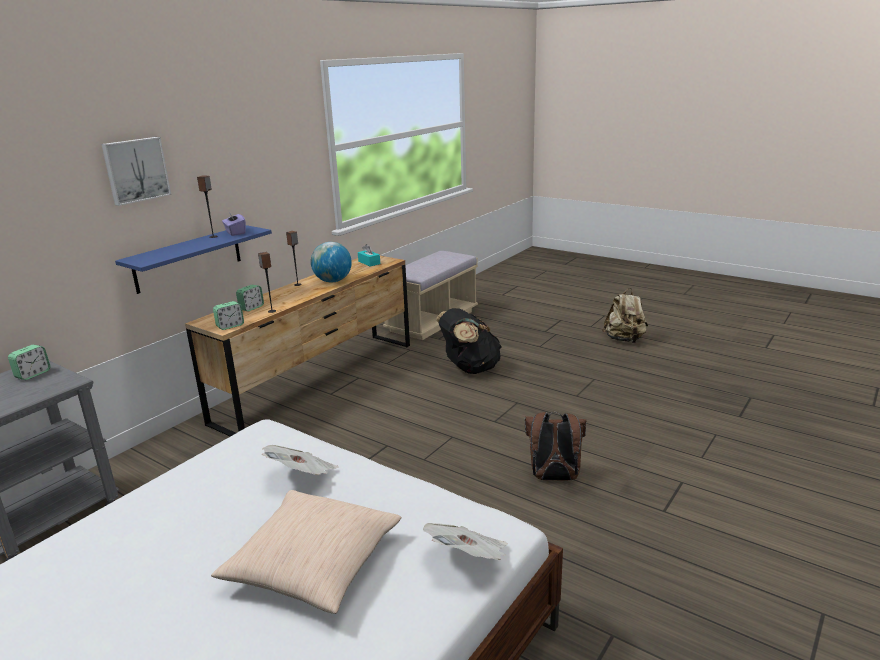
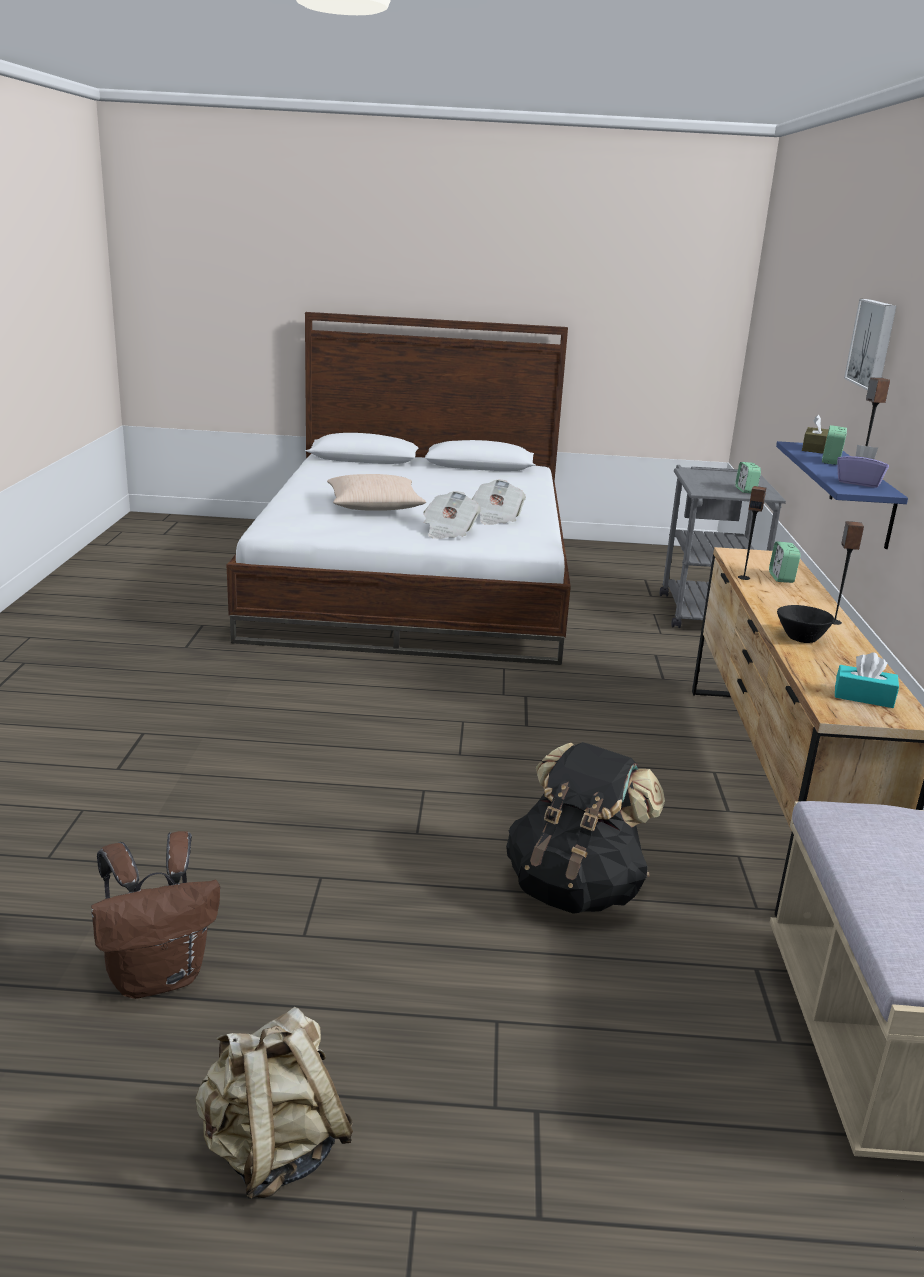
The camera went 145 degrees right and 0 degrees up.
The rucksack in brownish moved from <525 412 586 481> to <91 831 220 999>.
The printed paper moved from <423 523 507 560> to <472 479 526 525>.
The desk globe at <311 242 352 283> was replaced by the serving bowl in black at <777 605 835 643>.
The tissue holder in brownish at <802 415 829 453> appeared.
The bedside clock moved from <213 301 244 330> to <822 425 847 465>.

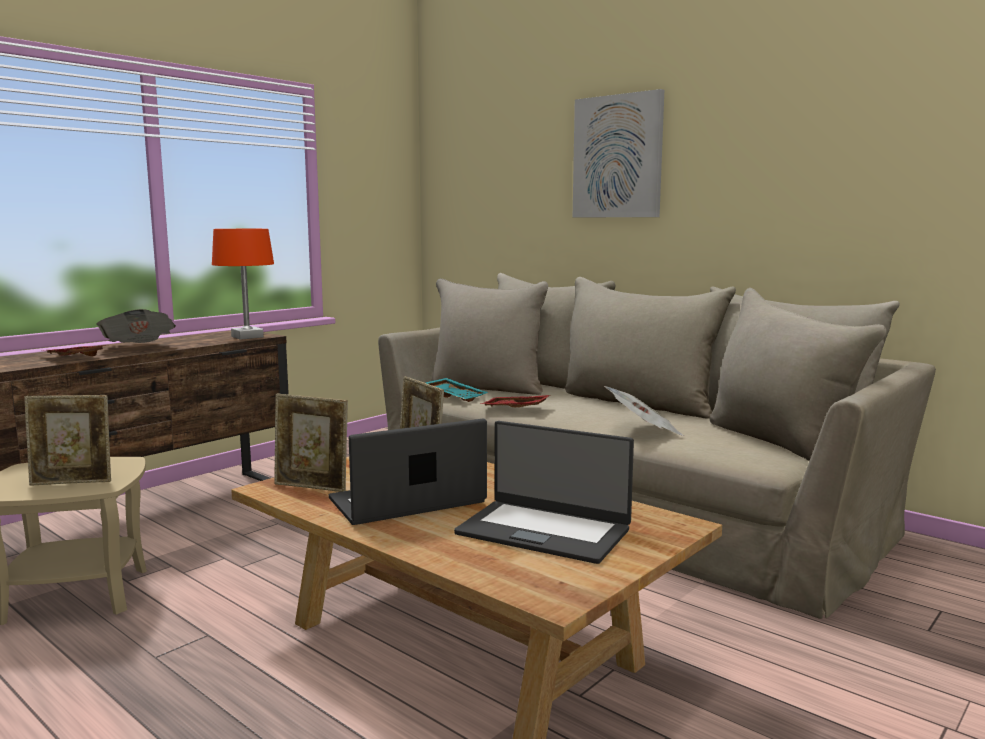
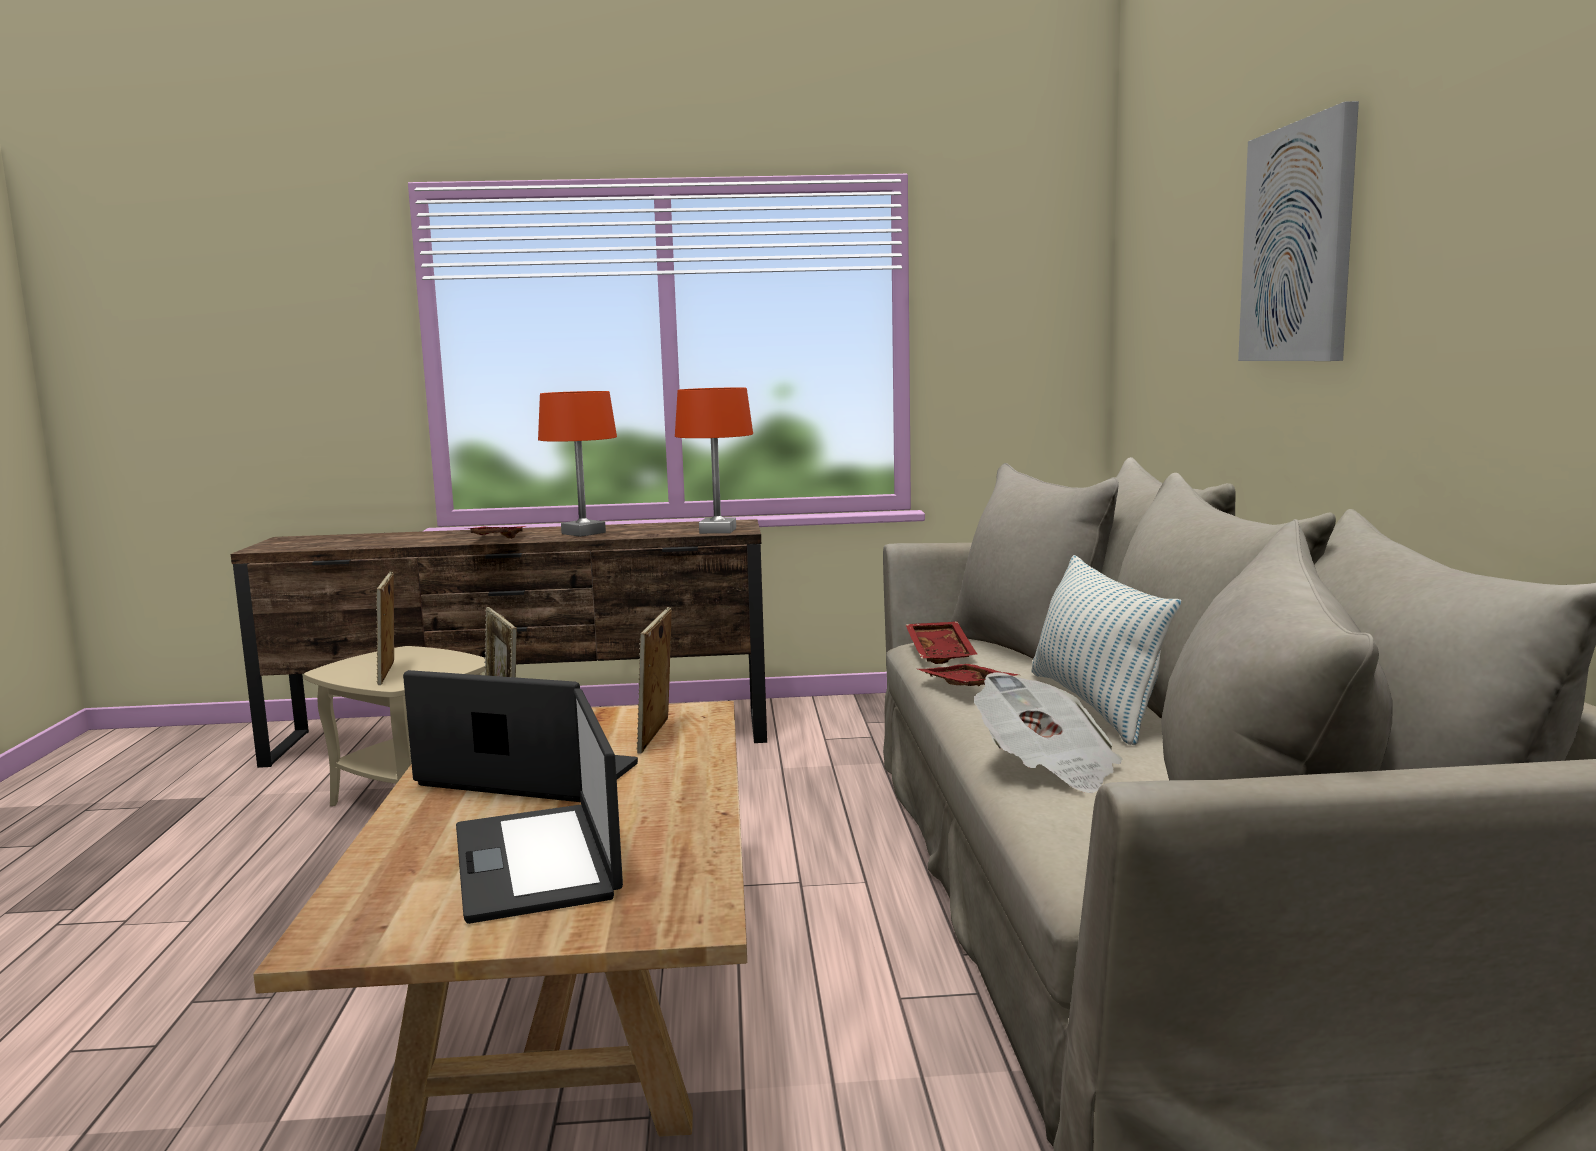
The camera went 45 degrees right and 0 degrees up.
The photo frame at <24 395 111 486> turned 45 degrees clockwise.
The printed paper at <96 309 176 343> was replaced by the lamp for a table in orange-coloured at <538 391 617 537>.
The tray in blue-green at <426 378 488 402> became the tray in reddish at <905 621 977 664>.
The throw pillow at <1031 555 1181 745> appeared.

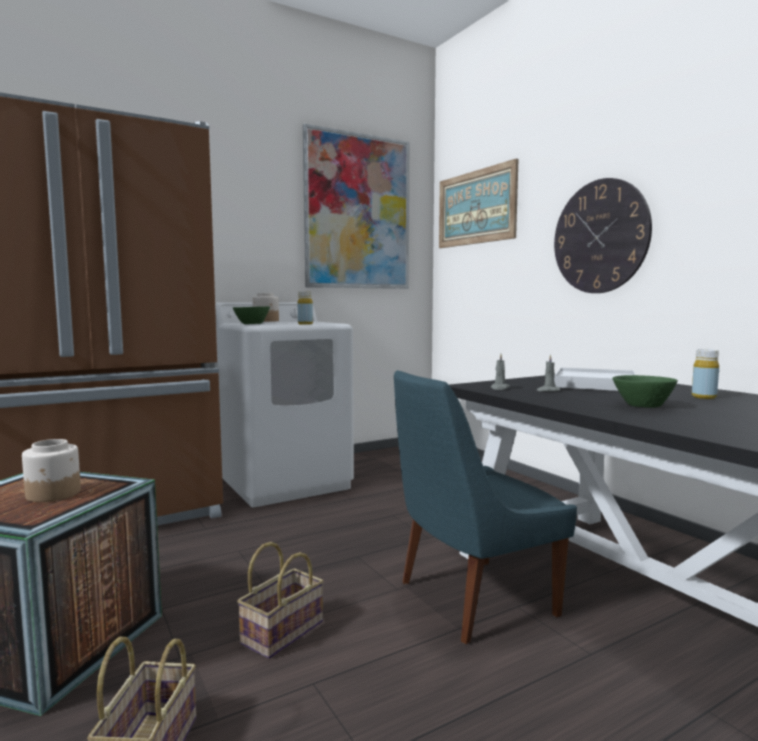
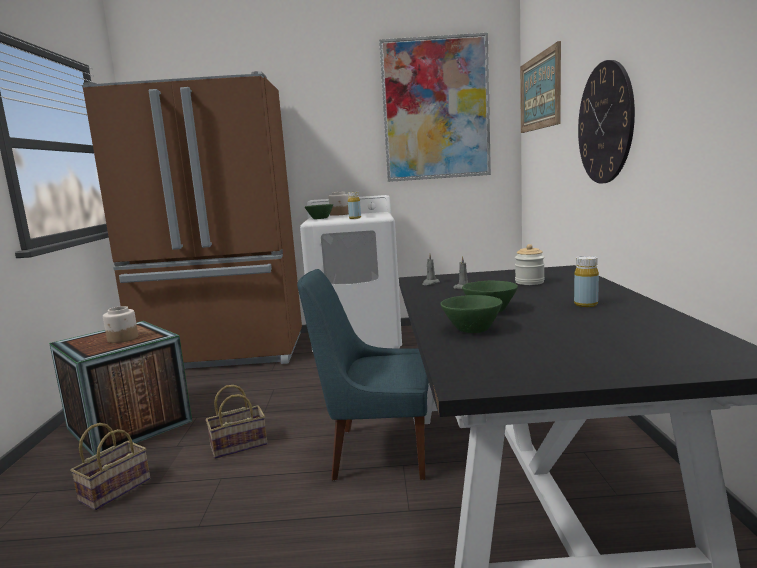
The camera went 30 degrees right and 5 degrees up.
The serving bowl in green-coloured at <440 295 503 333> appeared.
The tray in white at <554 368 635 391> was replaced by the jar at <515 244 545 285>.

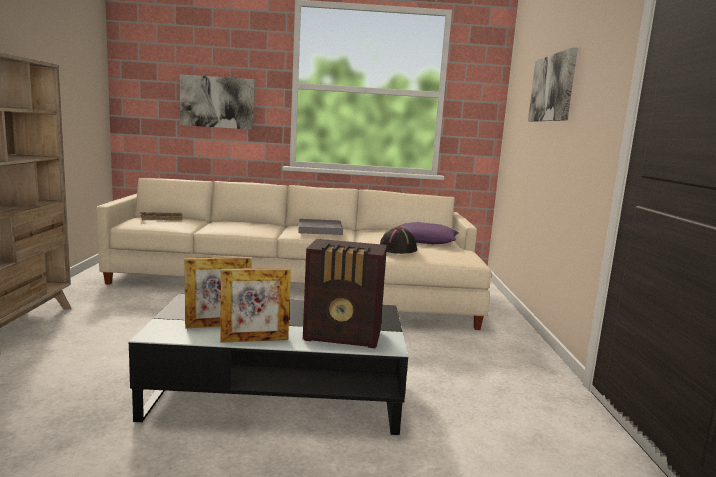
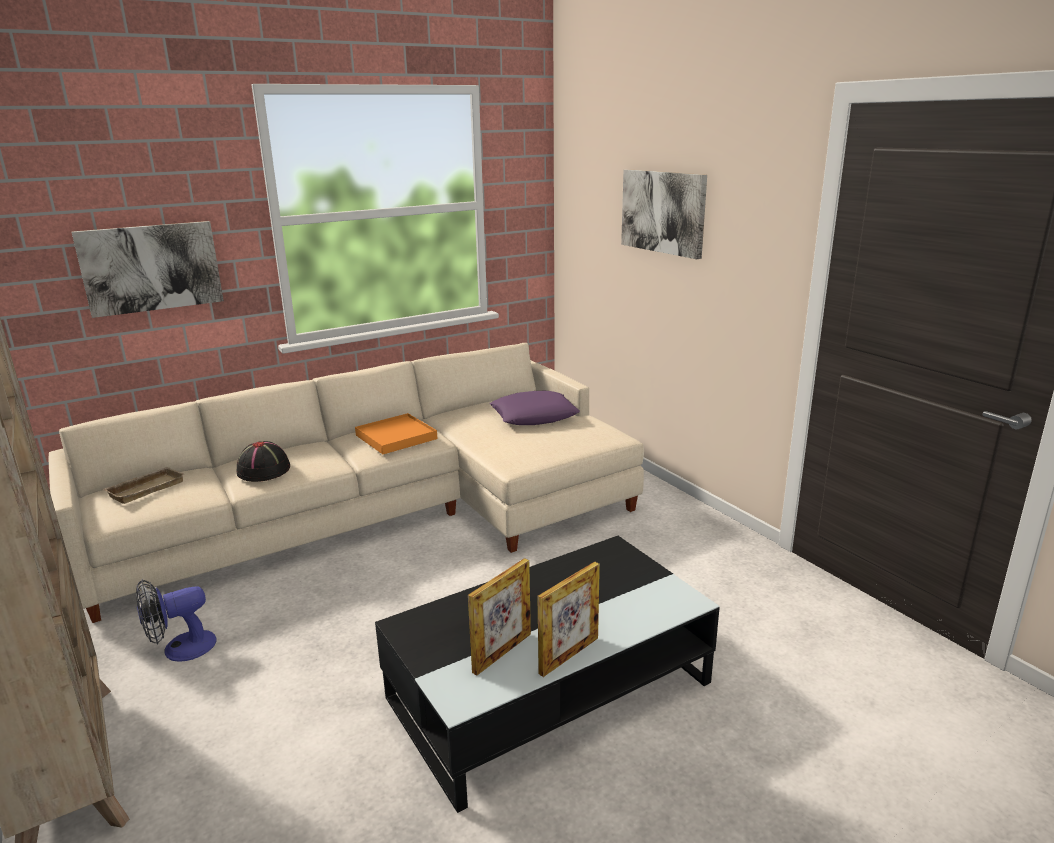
The camera went 30 degrees left and 10 degrees up.
The fan at <136 580 217 662> appeared.
The hat in black moved from <380 227 417 254> to <236 441 290 482>.
The tray in greyish at <298 219 343 235> became the tray in orange-coloured at <355 413 438 454>.
The radio receiver at <303 239 387 348> disappeared.

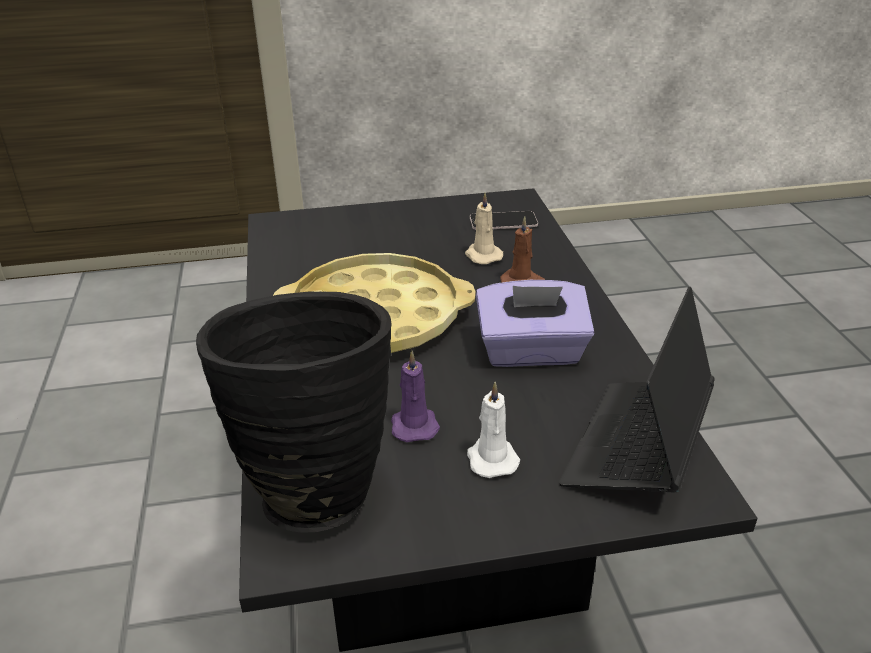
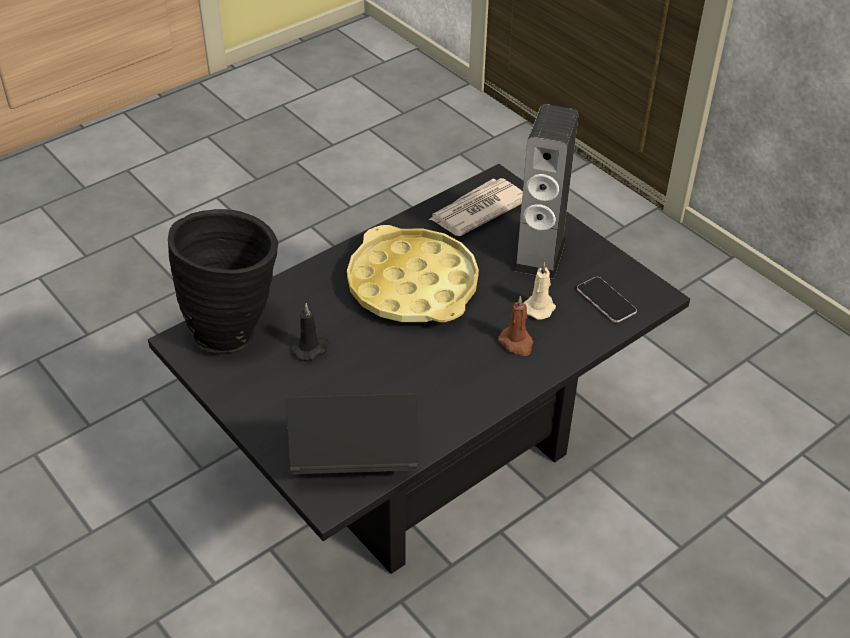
The camera went 60 degrees right and 10 degrees up.
The wax candle in purple at <391 350 440 442> became the wax candle in black at <292 303 329 361>.
The printed paper at <428 178 523 236> appeared.
The loudspeaker at <512 104 578 279> appeared.
The wax candle in white at <467 382 520 478> disappeared.
The tissue holder in purple at <476 280 594 367> disappeared.

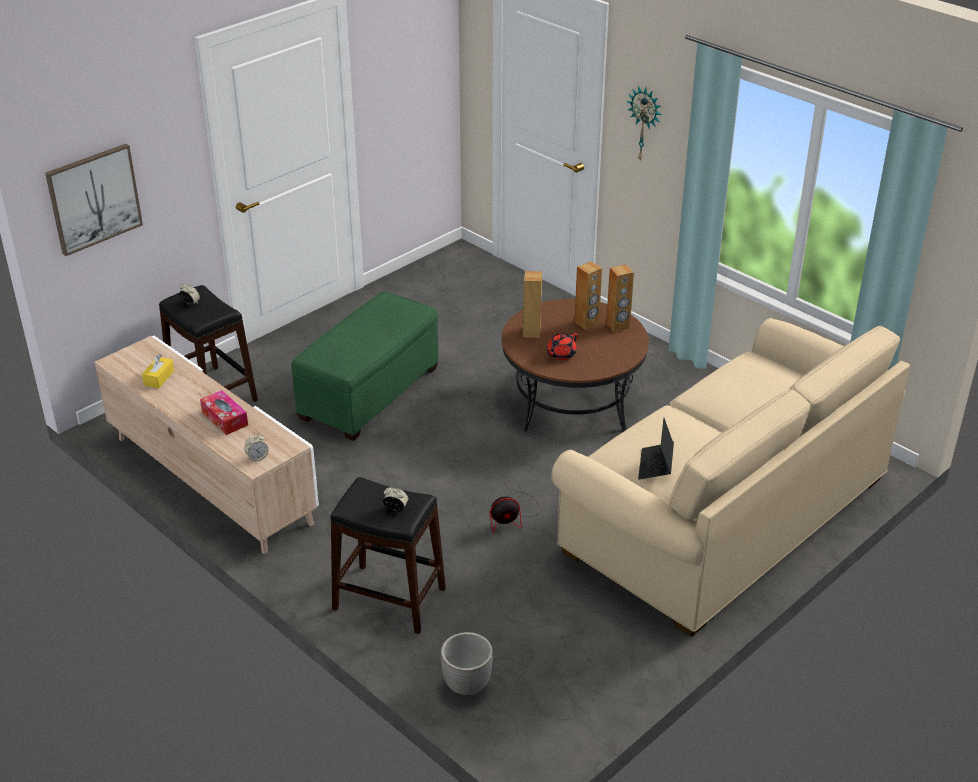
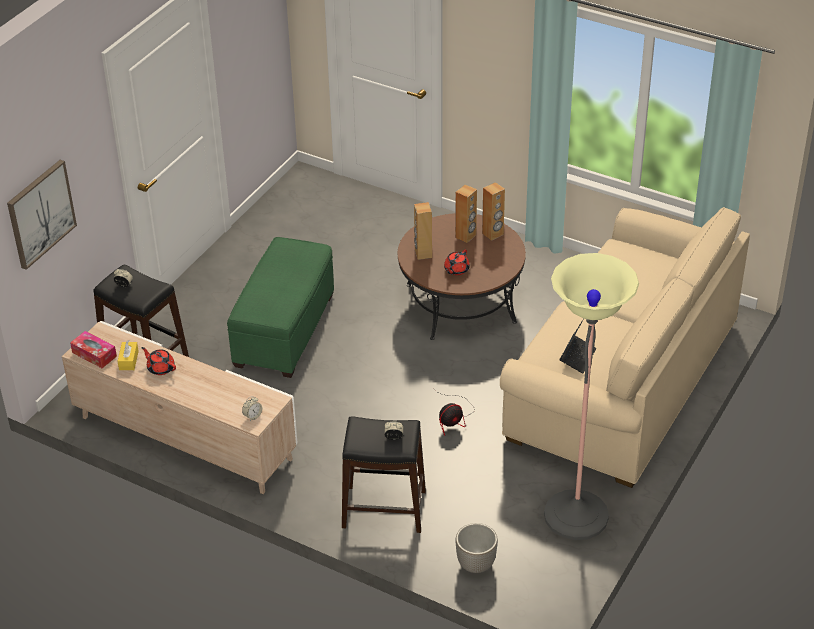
The camera went 15 degrees left and 5 degrees up.
The tissue holder moved from <200 390 248 435> to <70 331 117 368>.
The pot for tea in reddish at <141 347 176 375> appeared.
The standard lamp at <544 253 639 540> appeared.
The portable computer at <638 418 674 479> turned 150 degrees counterclockwise.
The hanging clock at <627 85 661 161> disappeared.

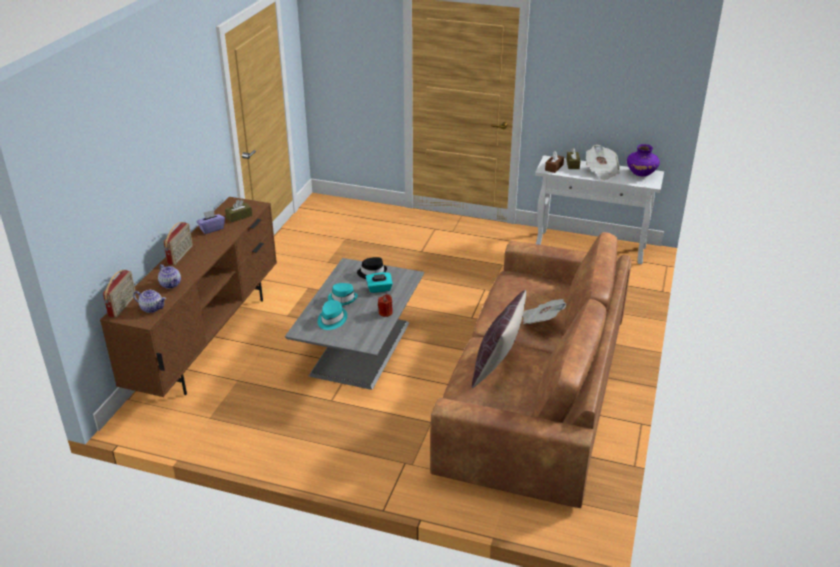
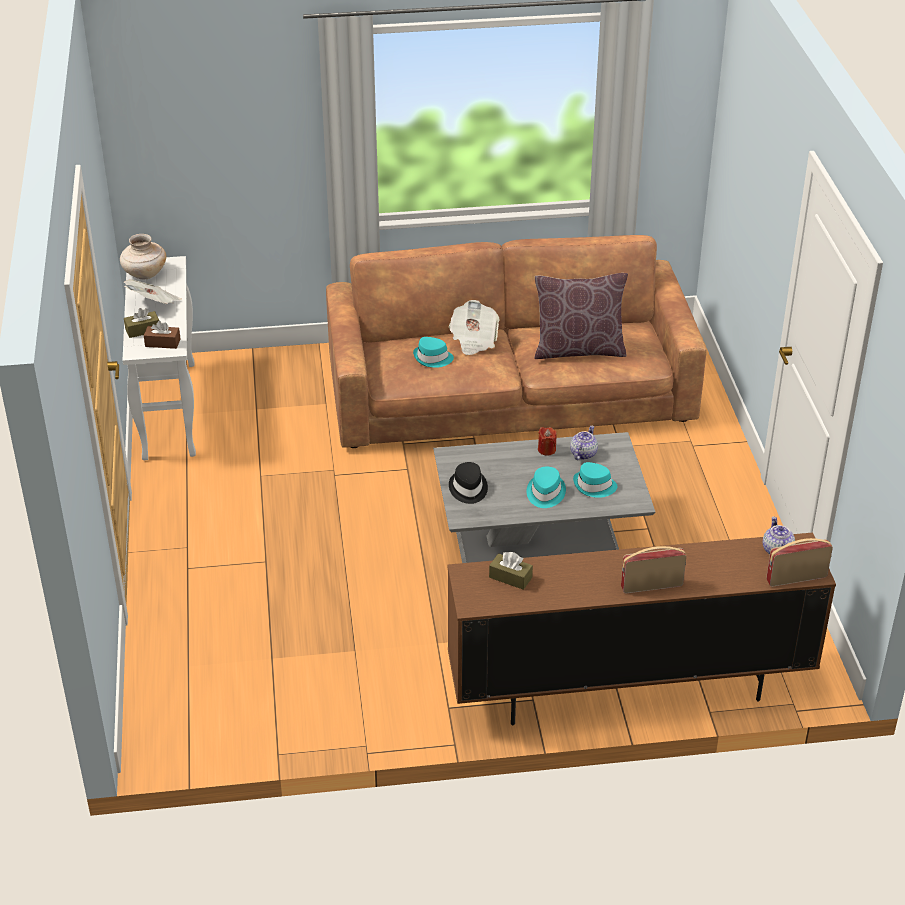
The camera went 115 degrees left and 5 degrees up.
The decorative vase in purple at <627 144 660 176> became the decorative vase in beige at <120 234 166 279>.
The hat in blue-green at <413 337 454 368> appeared.
The pot for tea moved from <158 264 181 289> to <570 426 598 460>.
The tissue holder in purple at <197 210 225 234> disappeared.
The tissue holder in blue-green at <366 272 393 293> disappeared.

